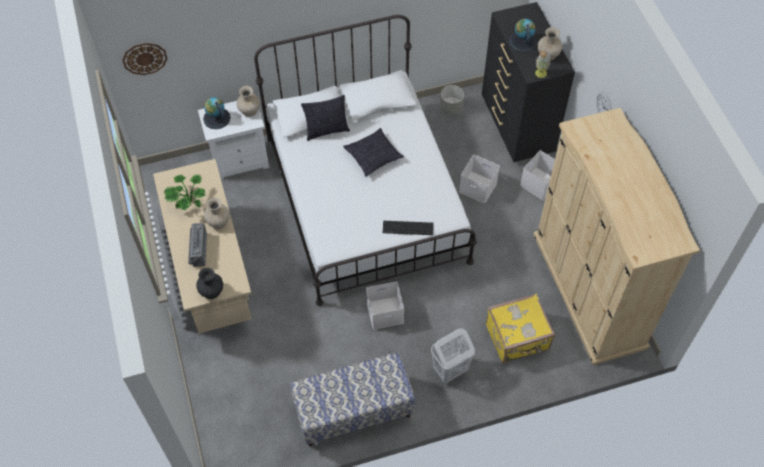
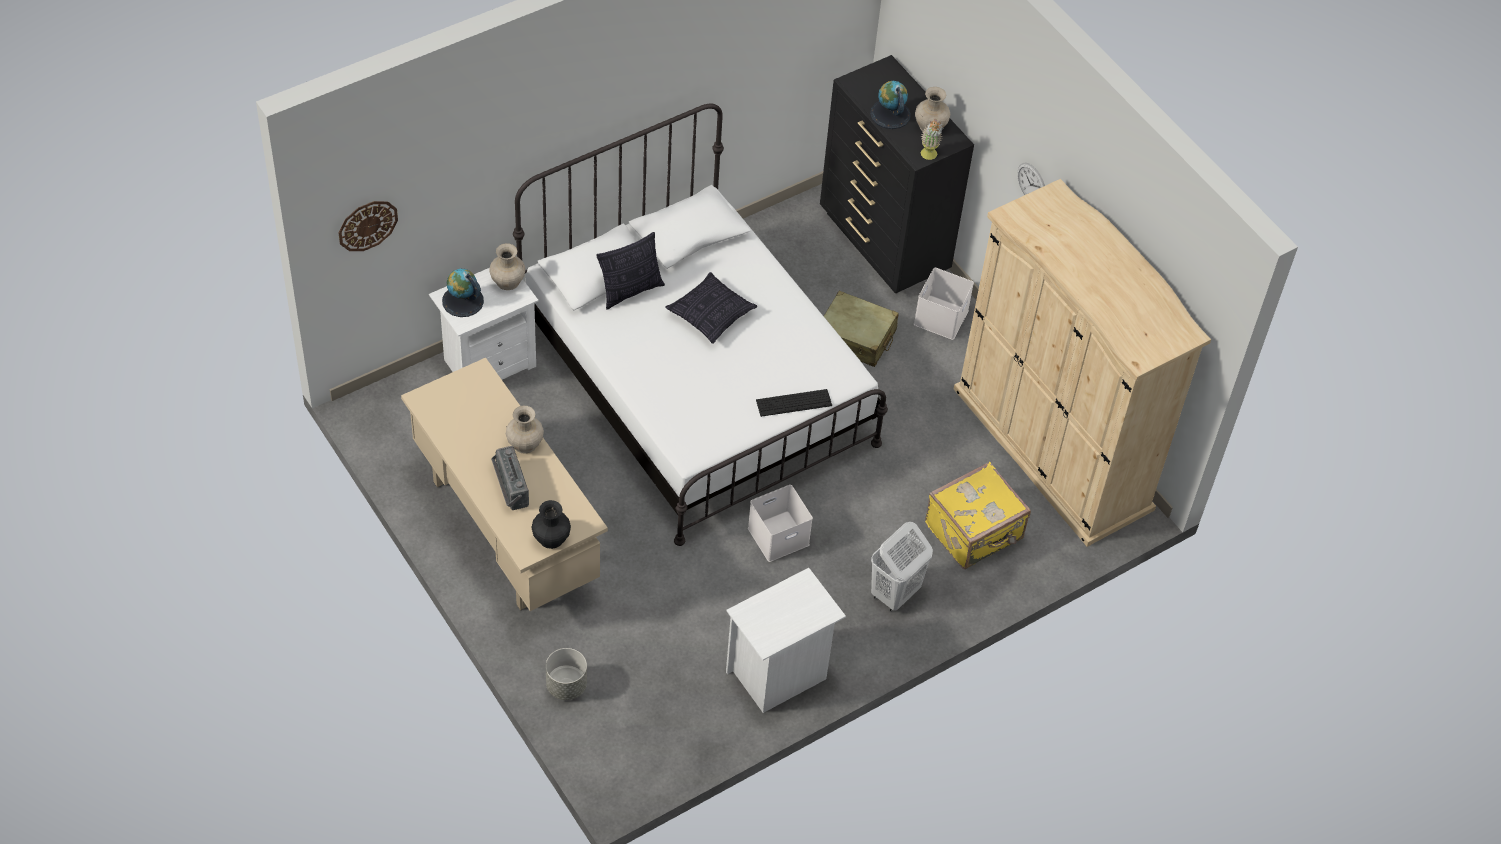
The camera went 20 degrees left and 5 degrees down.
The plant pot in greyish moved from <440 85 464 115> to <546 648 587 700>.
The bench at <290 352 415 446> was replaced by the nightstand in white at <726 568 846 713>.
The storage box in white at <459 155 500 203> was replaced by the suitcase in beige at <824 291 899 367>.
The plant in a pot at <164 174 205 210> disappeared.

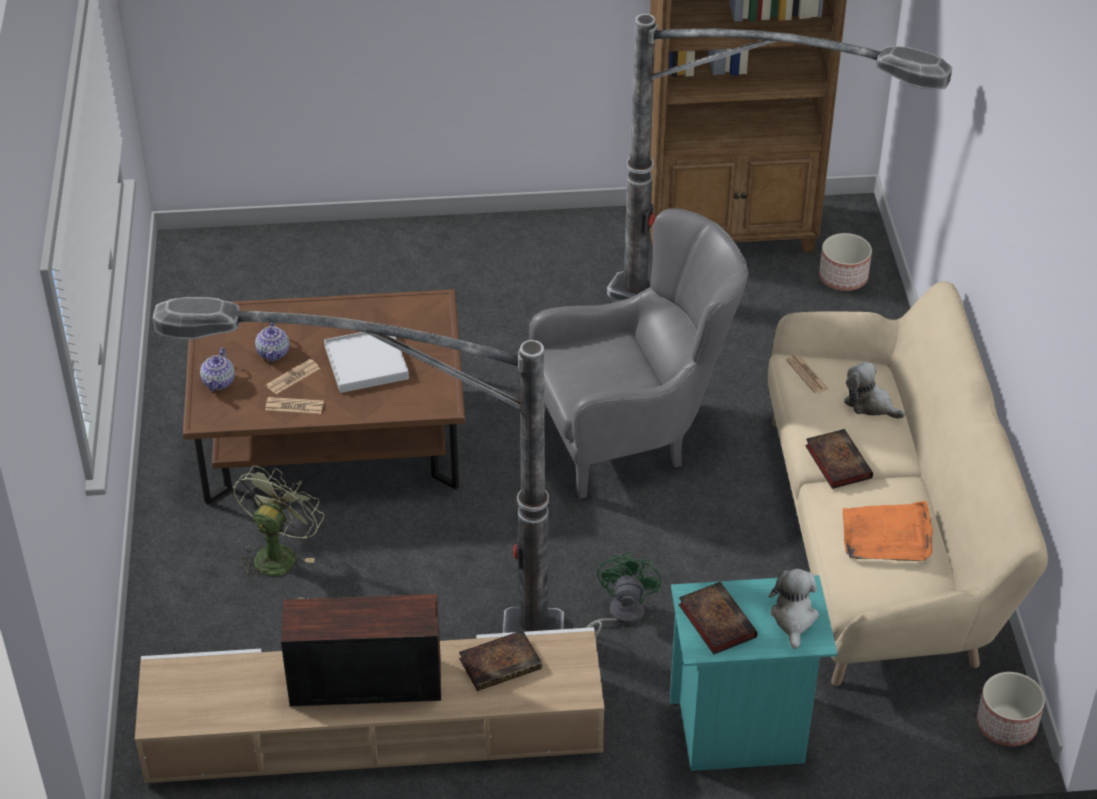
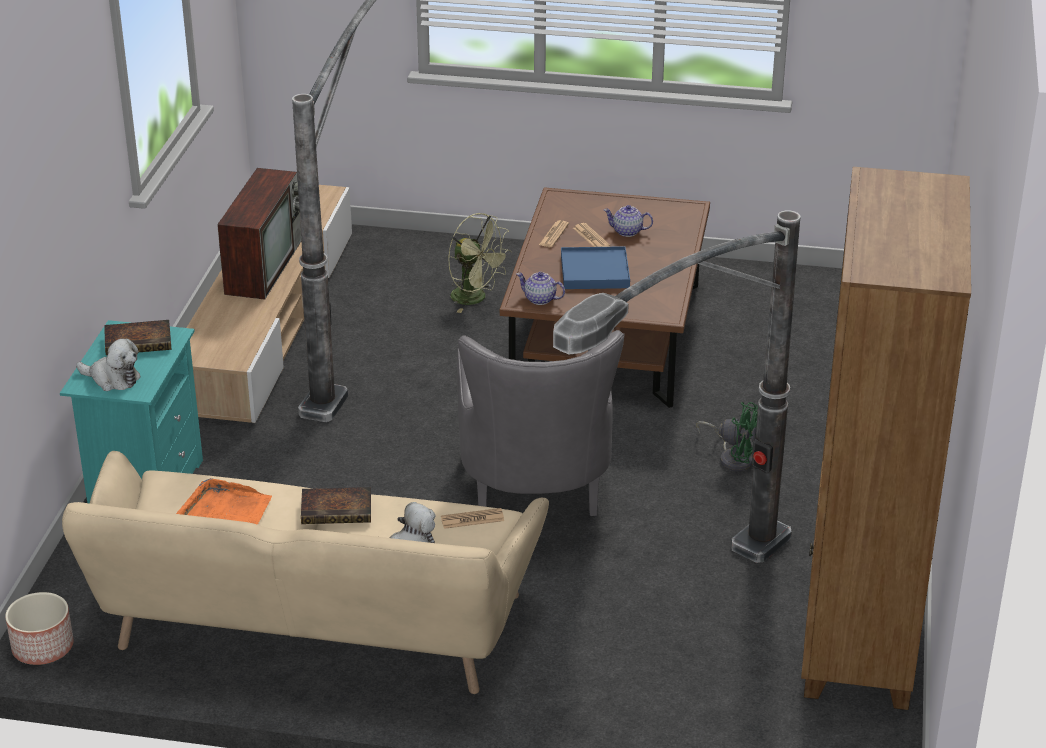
The camera went 105 degrees right and 10 degrees down.
The pot for tea moved from <200 348 235 391> to <516 272 565 305>.
The tray in white at <324 332 409 393> became the tray in blue at <561 246 630 289>.
The fan in green-coloured moved from <586 552 662 637> to <696 402 758 471>.
The volume at <459 630 542 691> disappeared.
The plant pot at <819 233 872 291> disappeared.

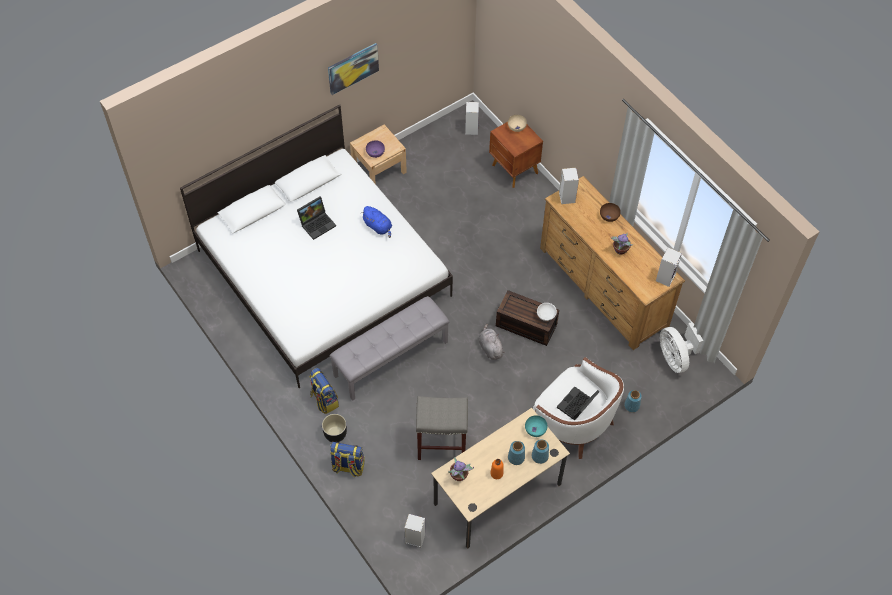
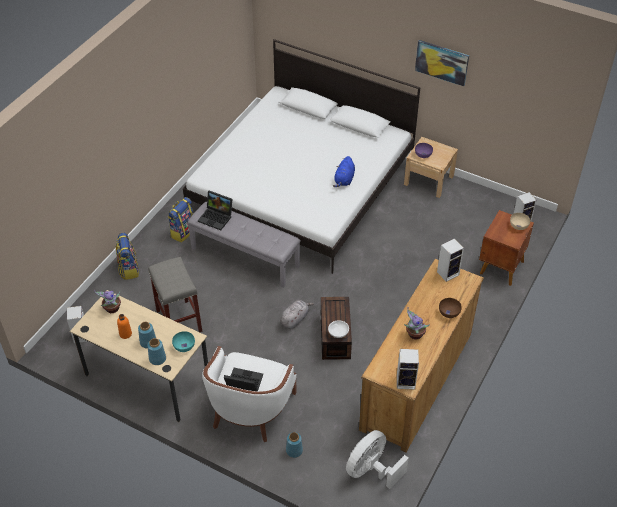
The camera went 65 degrees right and 10 degrees down.
The portable computer moved from <297 196 336 240> to <198 190 232 230>.
The plant pot in black at <322 414 347 442> disappeared.

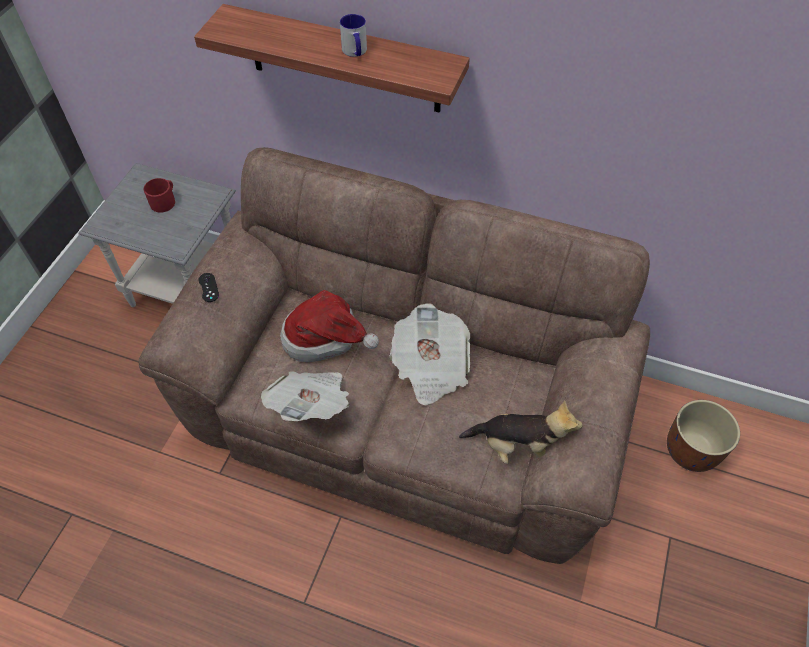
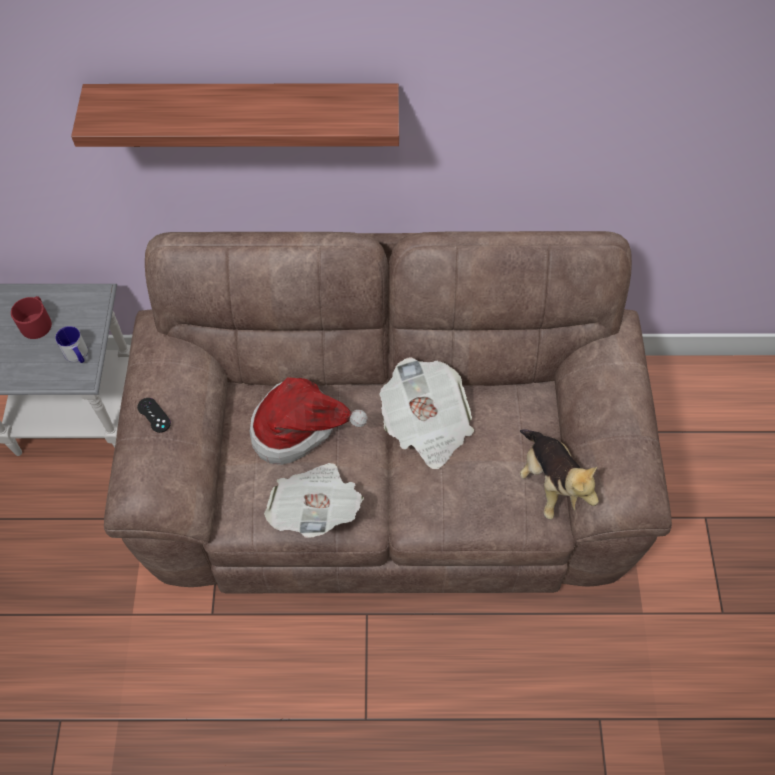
The camera went 20 degrees left and 5 degrees up.
The mug moved from <340 14 367 57> to <55 326 88 363>.
The soft toy at <459 400 582 464> turned 75 degrees clockwise.
The plant pot in brownish at <667 400 740 472> disappeared.

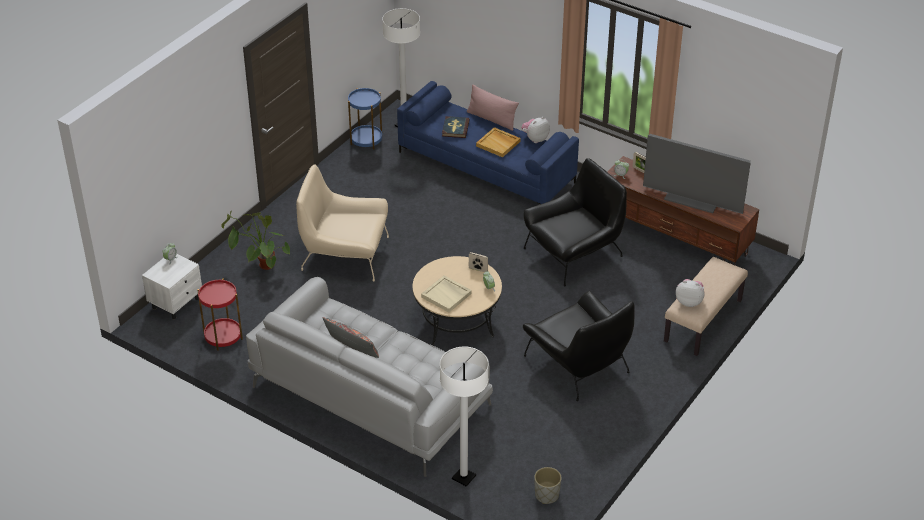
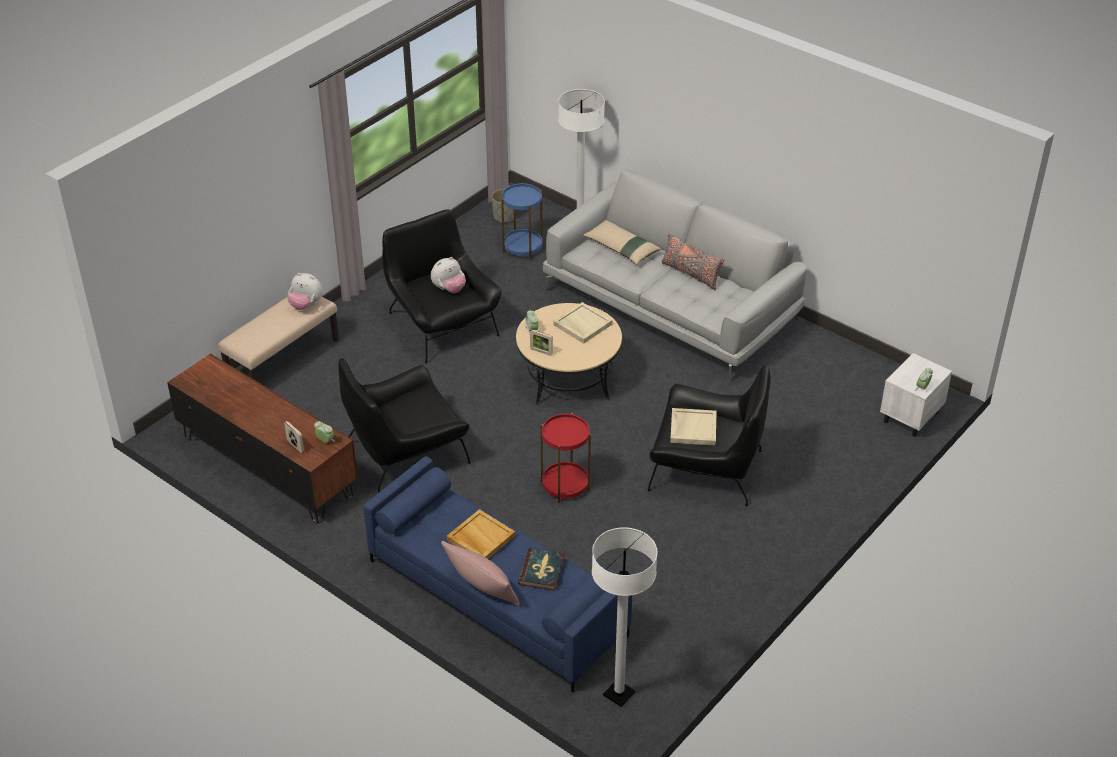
The camera went 175 degrees left and 0 degrees up.
The soft toy moved from <522 117 550 143> to <431 257 466 293>.
The side table in blue moved from <348 88 382 150> to <501 183 543 259>.
The side table in reddish moved from <197 278 243 351> to <540 413 591 503>.
The throw pillow in beige at <583 220 661 264> appeared.
The lounge chair in beige at <296 164 389 282> became the lounge chair in black at <648 365 770 506>.
The tray in beige at <670 408 716 446> appeared.
The plant in a pot at <222 211 290 270> disappeared.
The TV set at <643 134 751 214> disappeared.

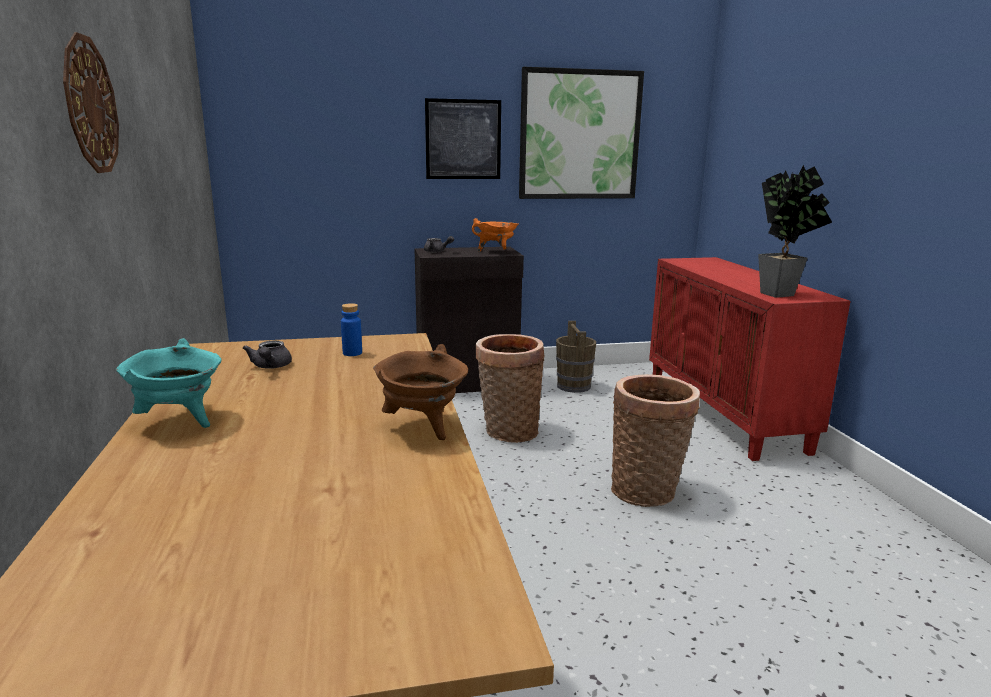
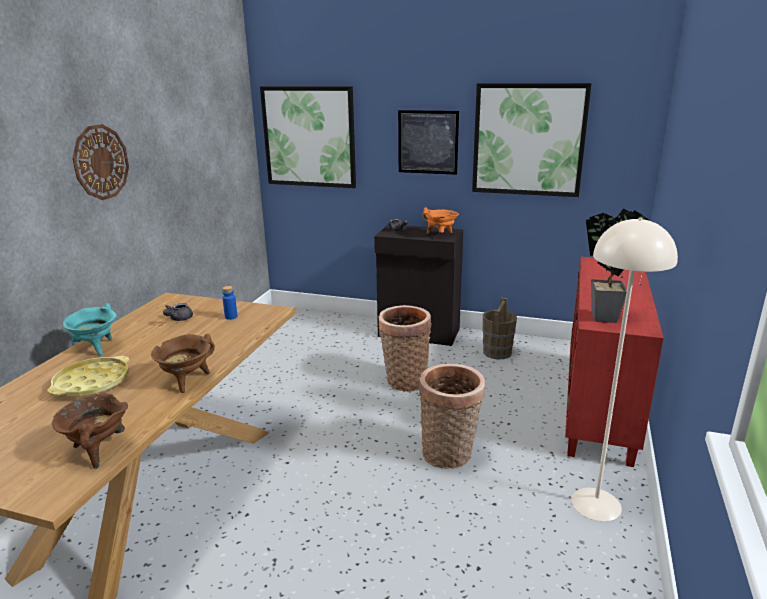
The camera went 30 degrees right and 5 degrees up.
The tray in yellowish at <47 356 130 397> appeared.
The saucepot in brownish at <52 393 128 469> appeared.
The wall art at <260 86 356 188> appeared.
The standard lamp in beige at <571 218 678 521> appeared.

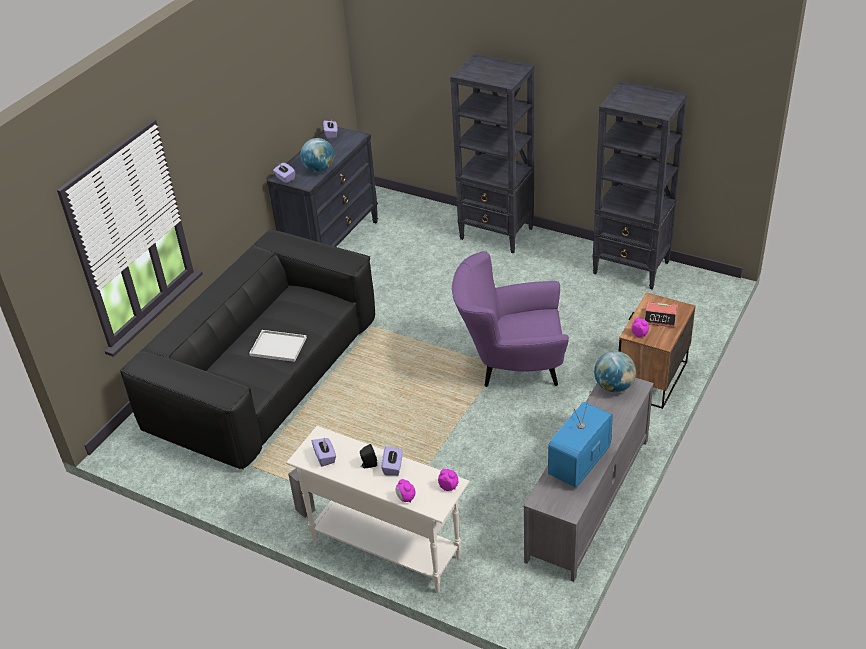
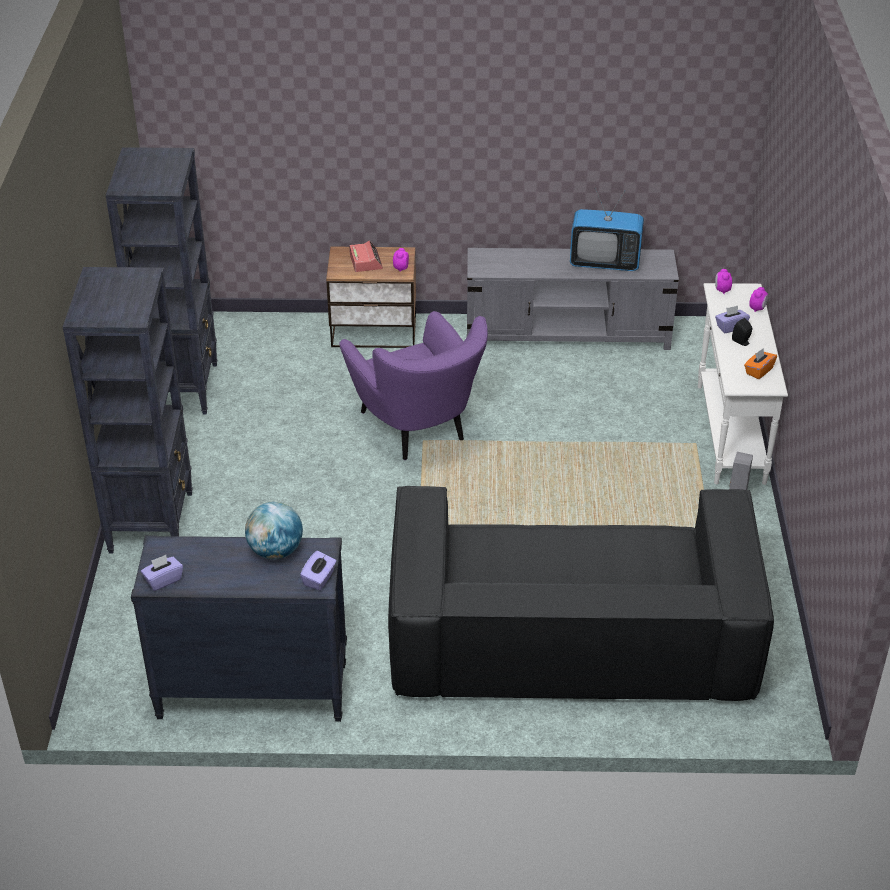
The camera went 120 degrees left and 0 degrees up.
The tissue holder in purple at <312 438 336 467> became the tissue holder in orange-coloured at <744 348 777 379>.
The tray in white at <249 330 307 362> disappeared.
The desk globe at <594 351 636 392> disappeared.

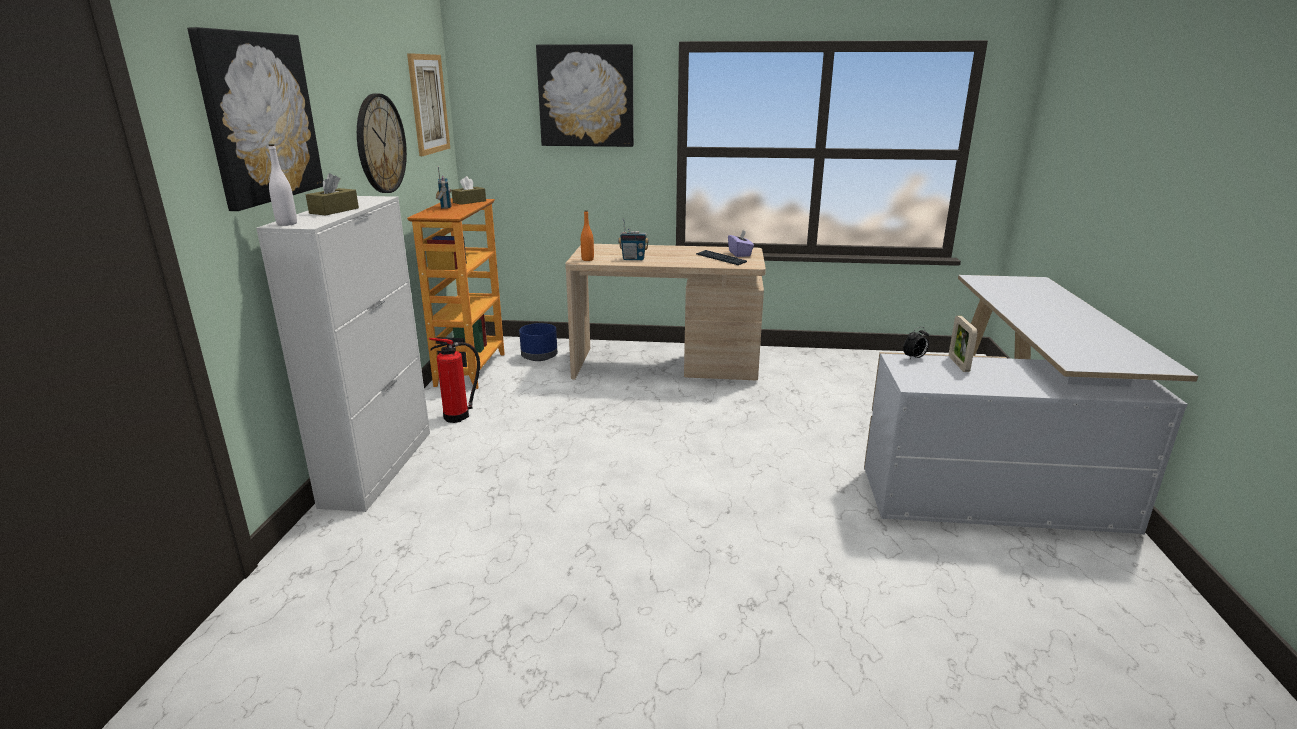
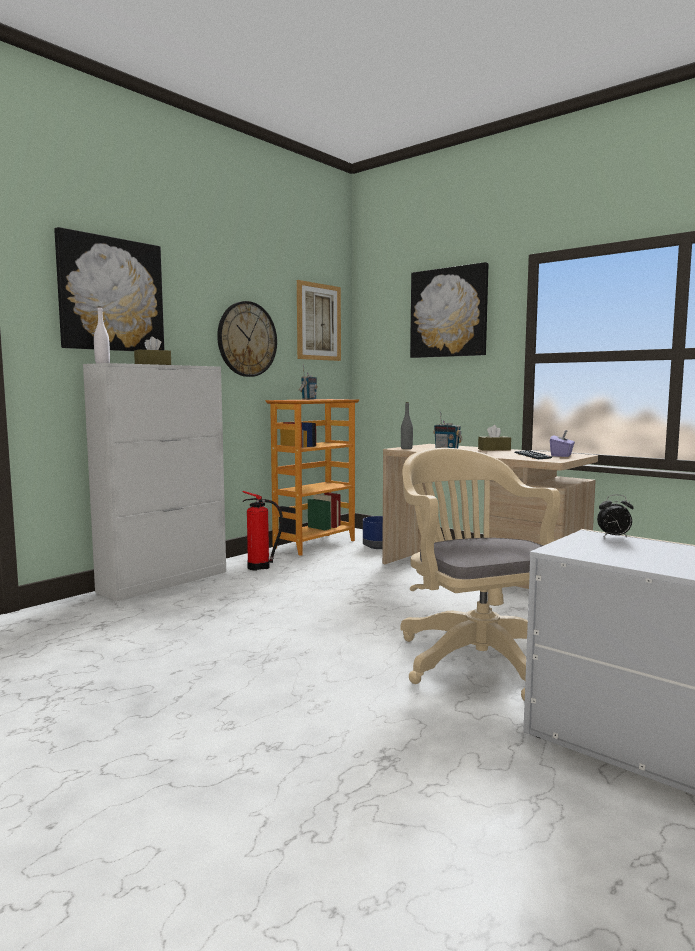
The camera went 35 degrees right and 15 degrees down.
The office chair in beige at <400 448 561 701> appeared.
The drink bottle in orange-coloured at <581 210 594 261> became the drink bottle in greyish at <401 402 413 449>.
The tissue holder in brownish moved from <452 176 486 205> to <478 425 511 451>.
The photo frame at <949 316 977 372> disappeared.

